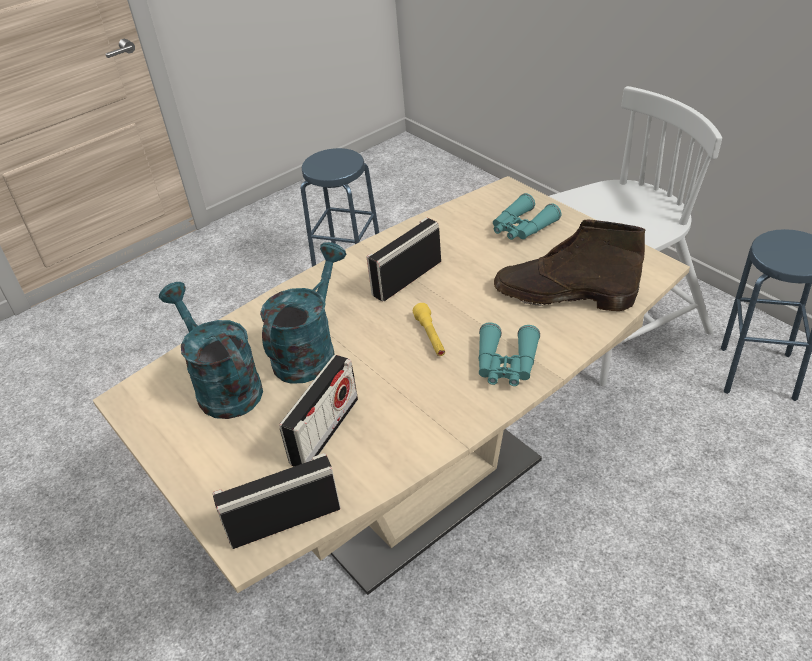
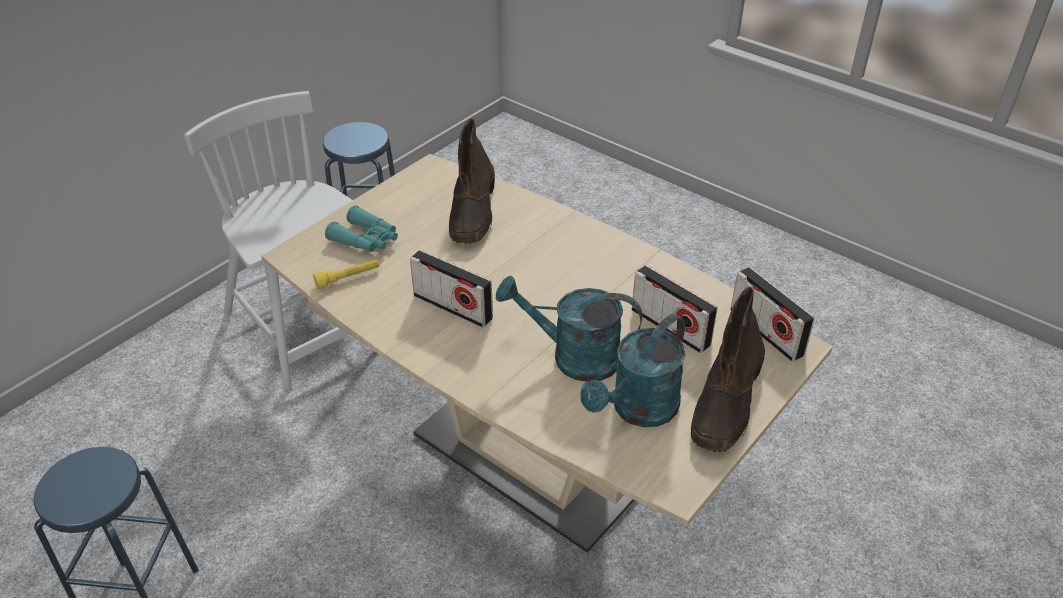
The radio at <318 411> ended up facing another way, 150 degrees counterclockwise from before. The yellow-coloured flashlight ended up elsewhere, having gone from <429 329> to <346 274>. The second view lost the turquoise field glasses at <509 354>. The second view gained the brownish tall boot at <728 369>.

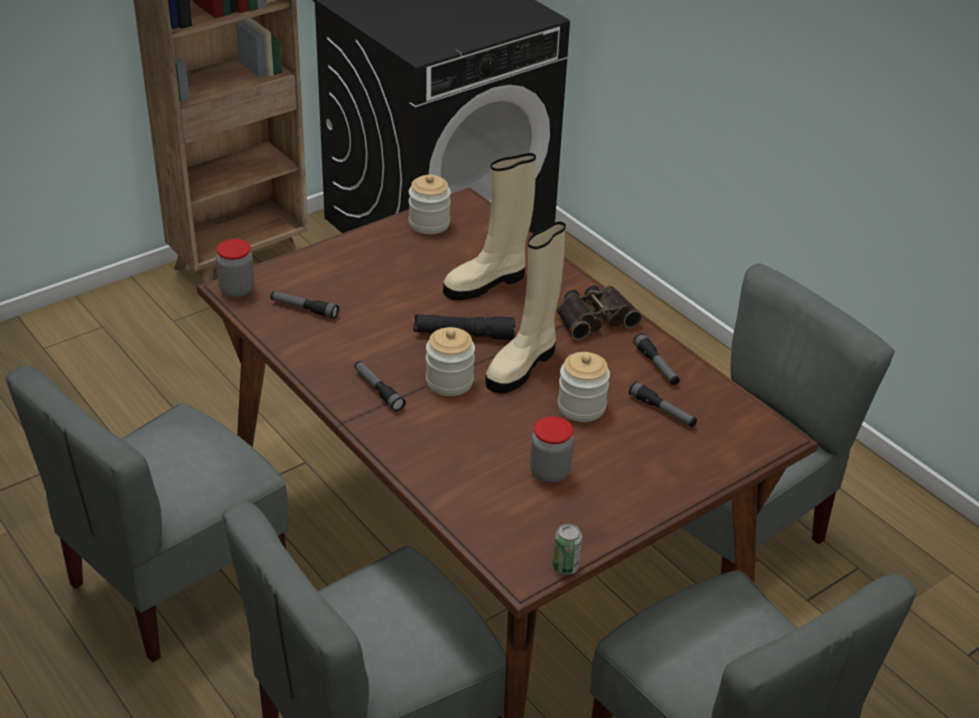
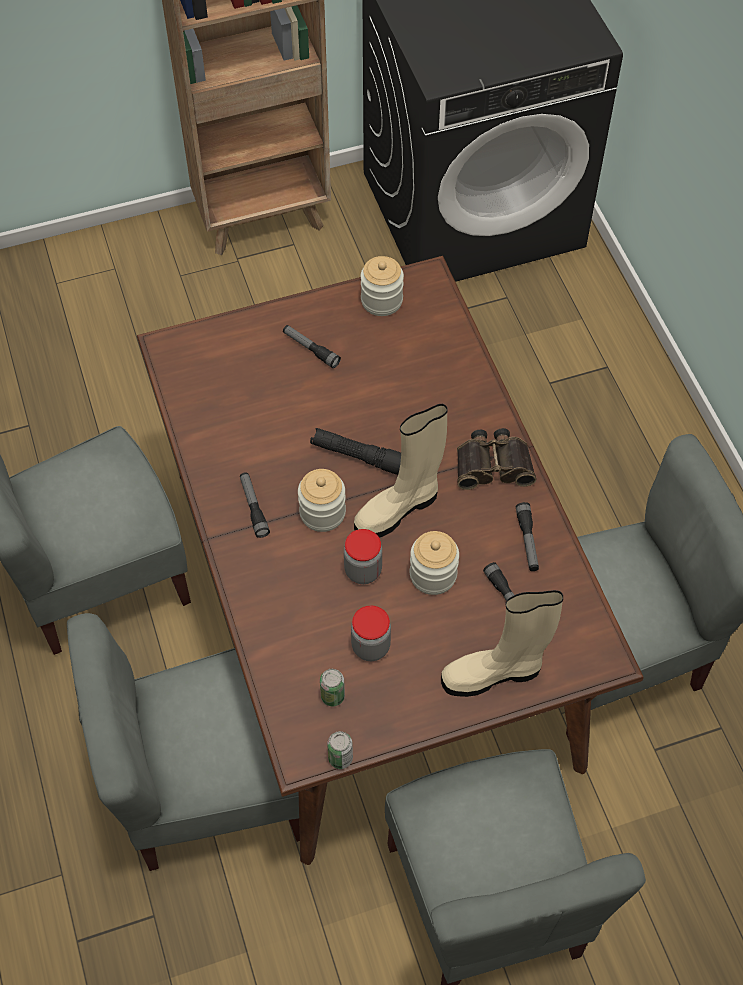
The storage jar ended up elsewhere, having gone from <235 268> to <363 556>. The flashlight ended up elsewhere, having gone from <305 305> to <312 346>. The beige-coloured tall boot ended up elsewhere, having gone from <489 226> to <502 643>. The second view gained the can at <332 687>.

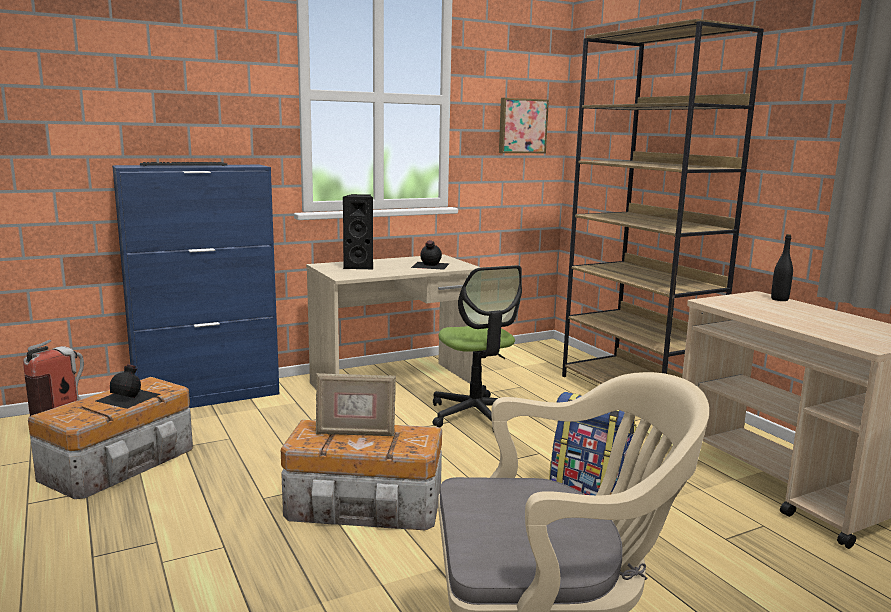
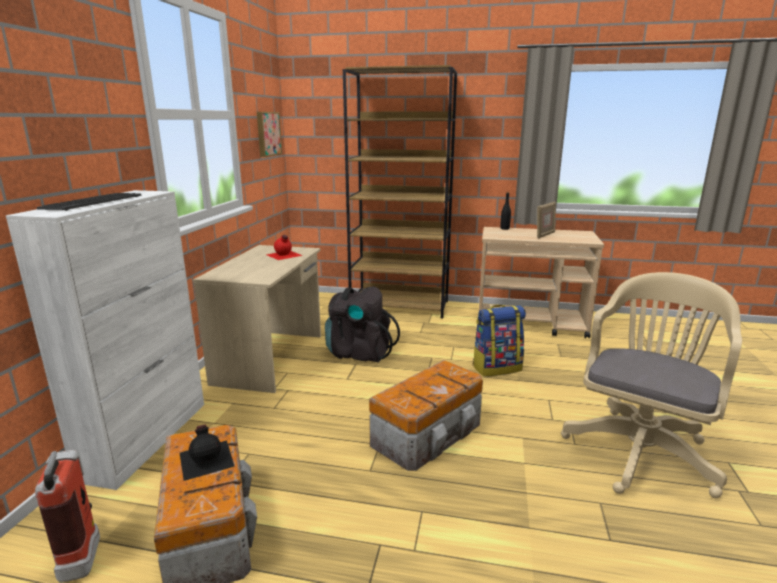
What was the blue storage cabinet at <195 286> turned into the white storage cabinet at <104 340>. The photo frame ended up elsewhere, having gone from <356 404> to <546 220>. The second view lost the black loudspeaker at <358 231>. What was the black drink bottle at <430 255> turned into the reddish drink bottle at <284 247>. Where the computer chair stood at <477 349>, the black rucksack came to stand at <362 324>.

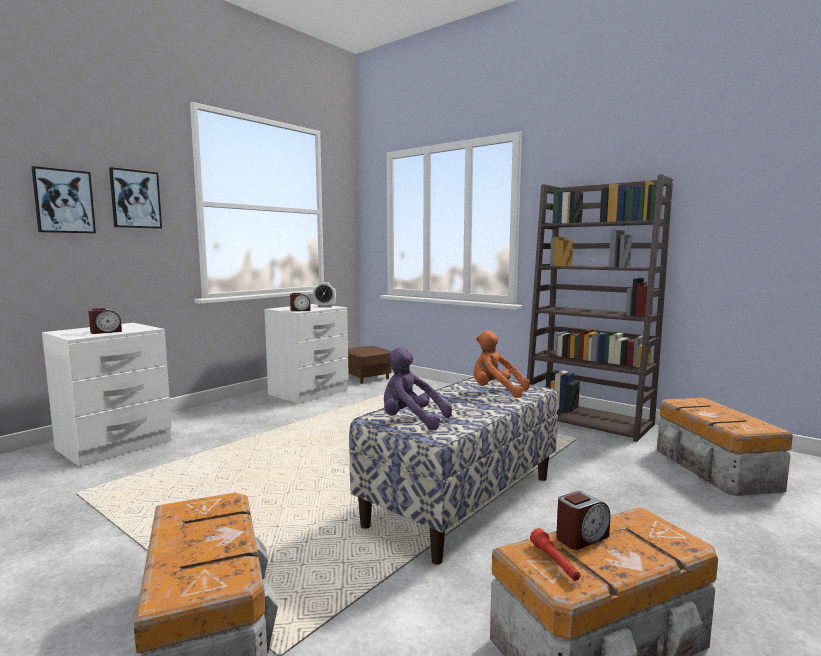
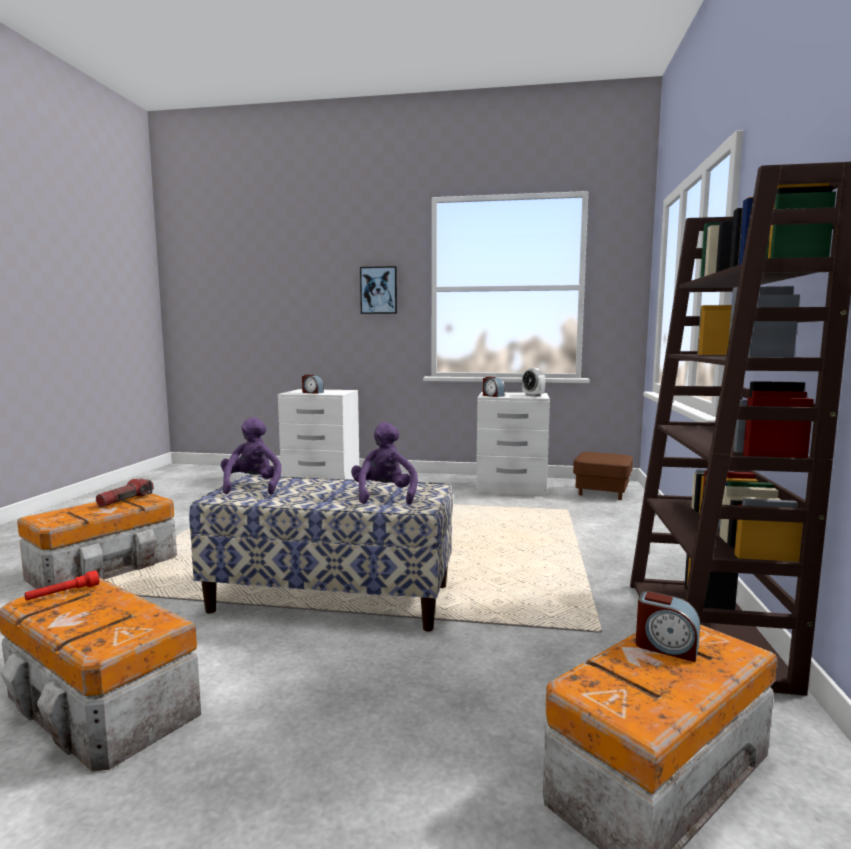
The second view lost the wall picture at <63 199>. What was the orange-coloured plush toy at <501 364> turned into the purple plush toy at <384 463>. The table clock ended up elsewhere, having gone from <583 520> to <668 626>. The second view gained the flashlight at <125 493>.

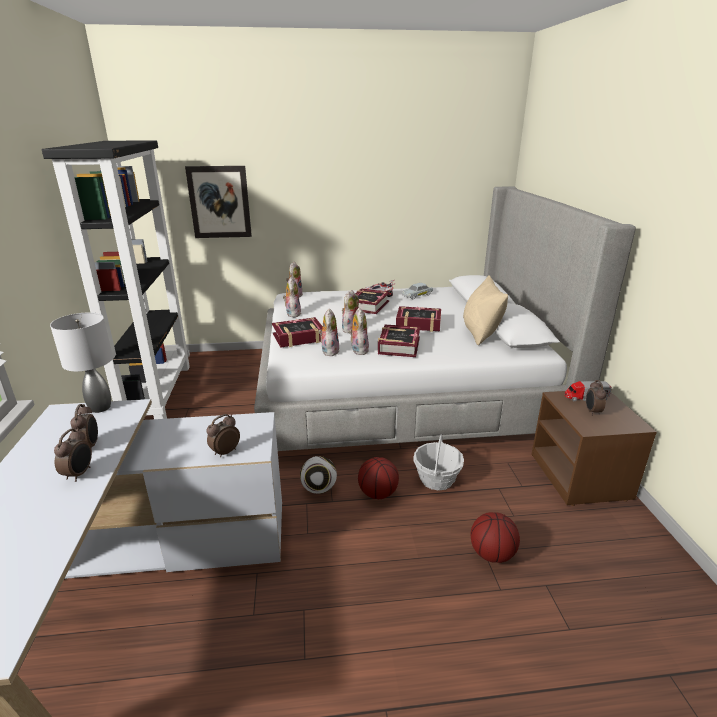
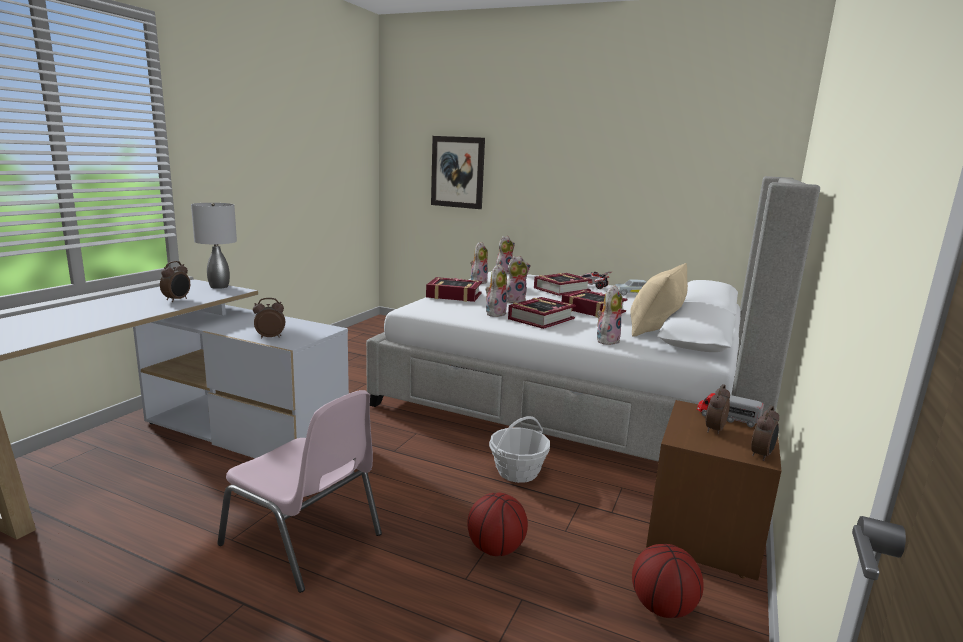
The second view lost the black bookcase at <115 279>. The table clock ended up elsewhere, having gone from <73 455> to <765 433>. The second view lost the football ball at <318 475>. The plush toy ended up elsewhere, having gone from <329 332> to <609 315>. The ball for basketball ended up elsewhere, having gone from <378 478> to <668 581>. The second view gained the pink-coloured upright chair at <299 491>.

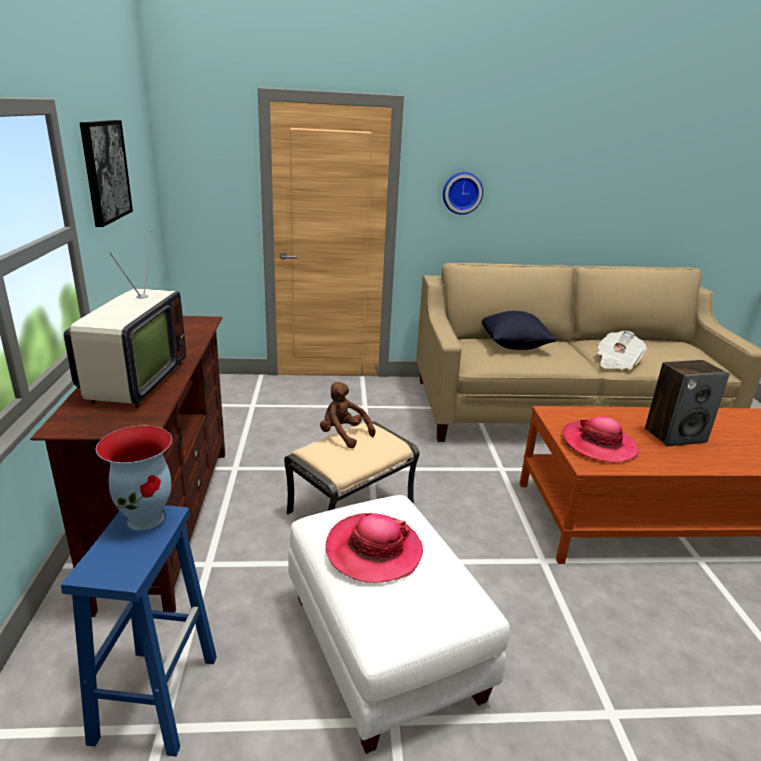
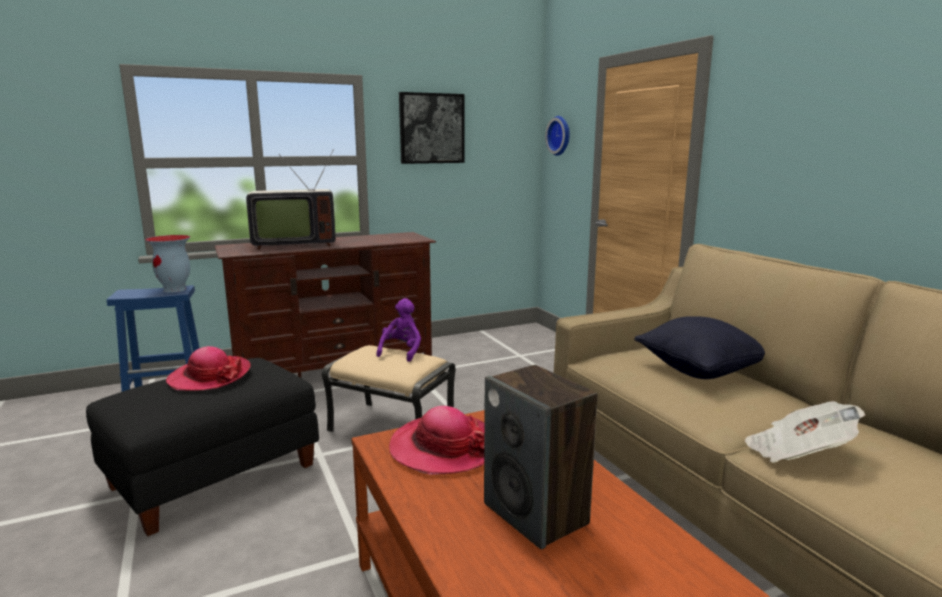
What was the white footrest at <399 624> turned into the black footrest at <202 447>. What was the brownish plush toy at <348 415> turned into the purple plush toy at <398 330>. The wall clock ended up elsewhere, having gone from <463 193> to <557 136>.

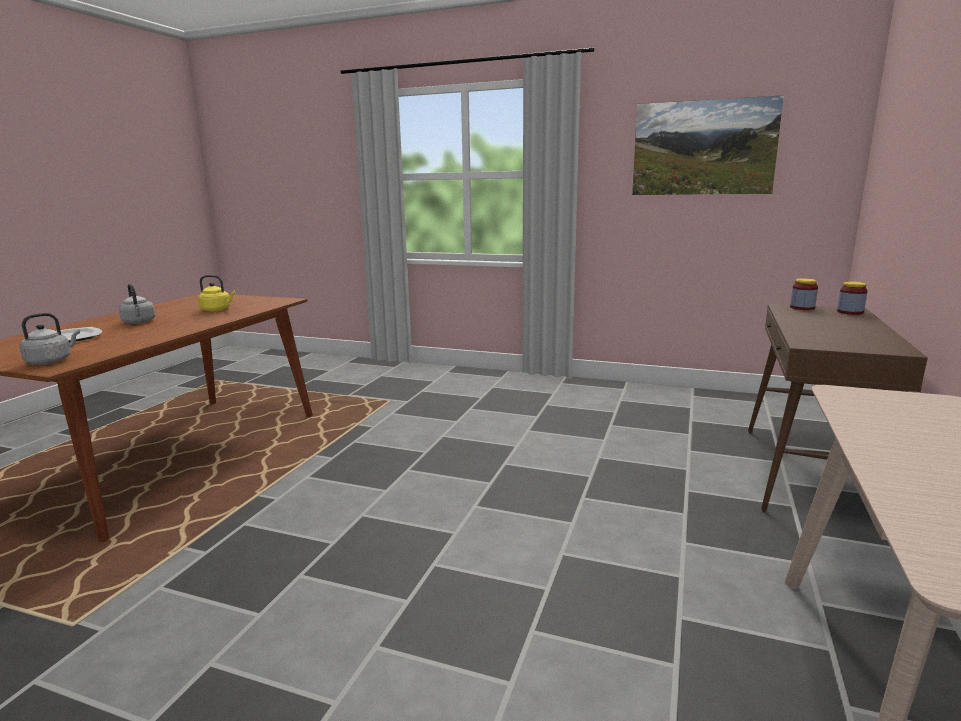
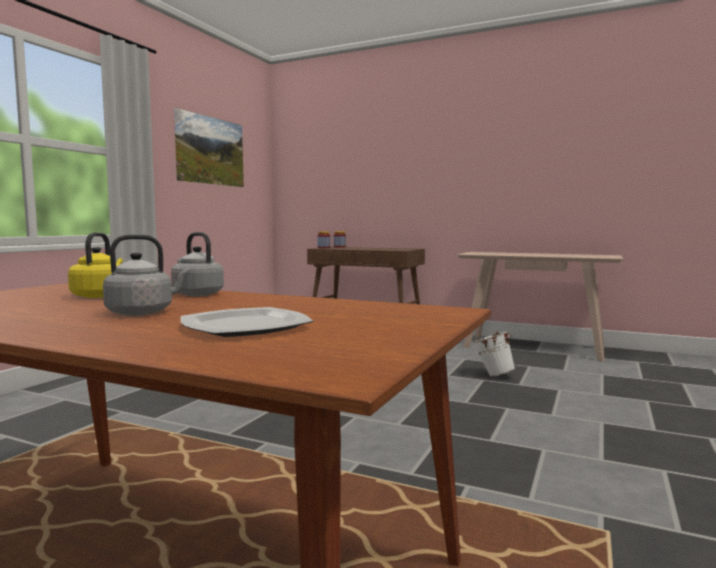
The gray kettle ended up elsewhere, having gone from <49 339> to <197 264>. The second view gained the white bucket at <493 354>.

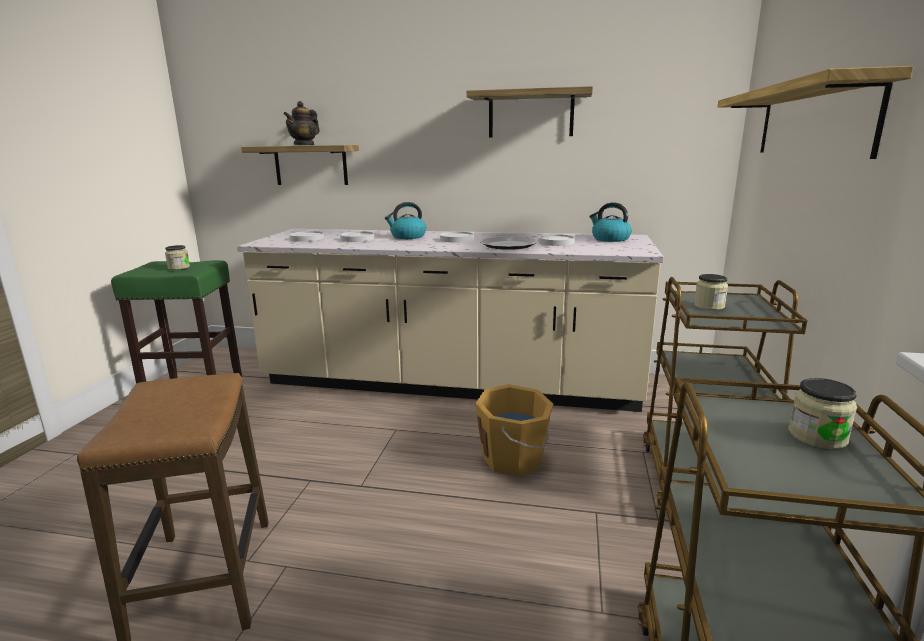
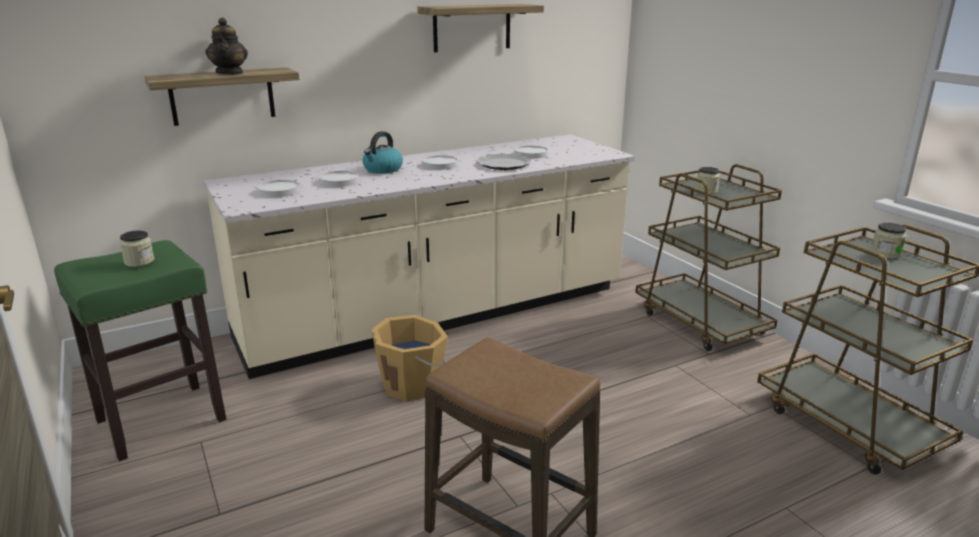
The orange-coloured bucket ended up elsewhere, having gone from <514 430> to <409 358>. The second view lost the kettle at <610 222>. The second view lost the bracket shelf at <815 112>.

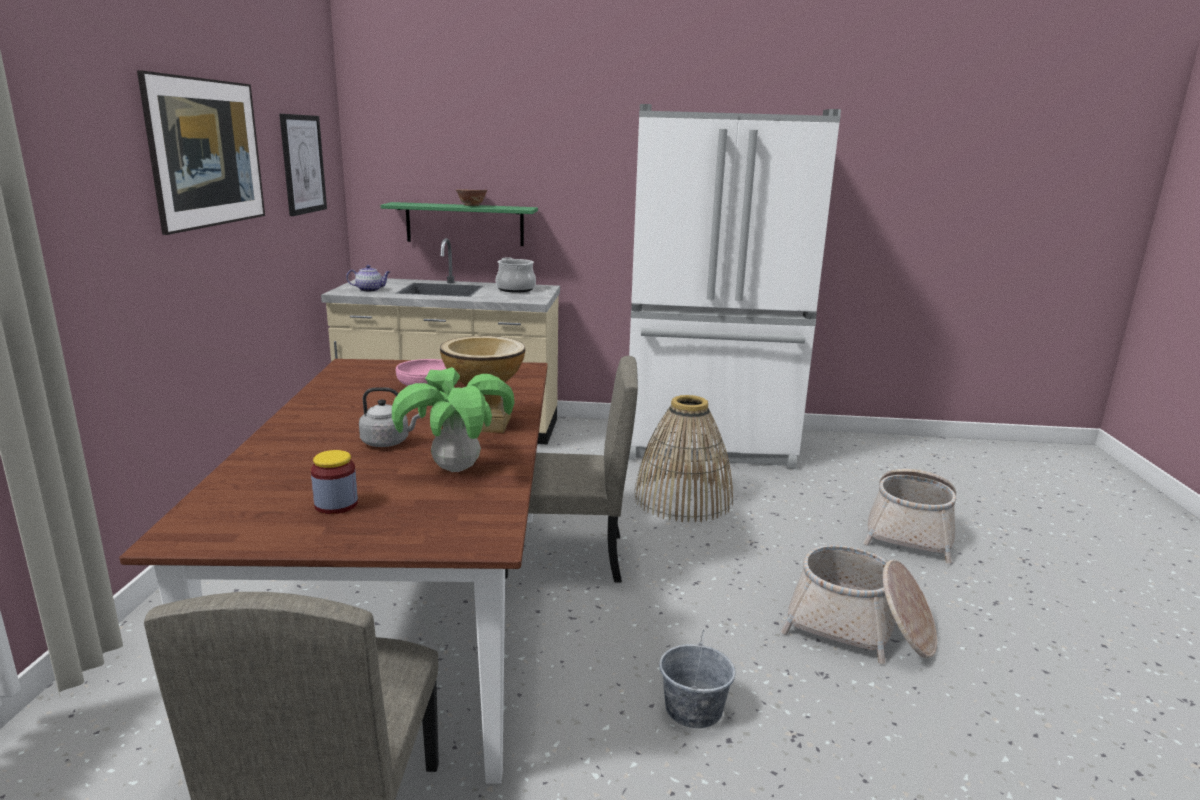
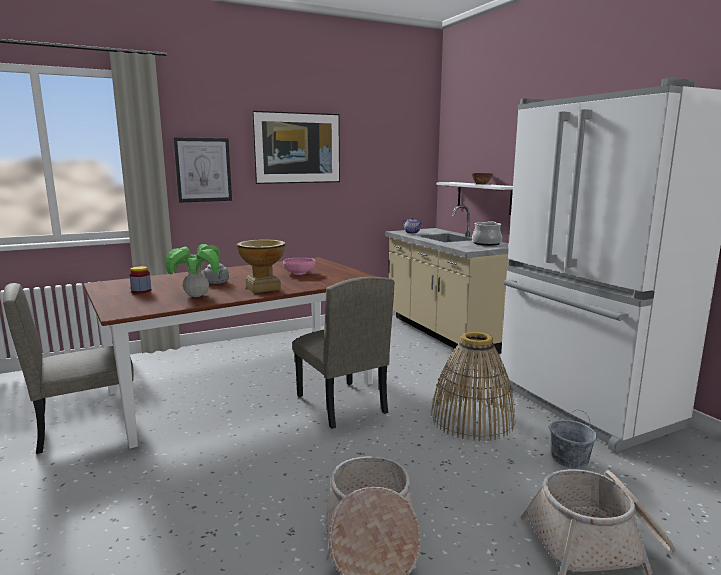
The wall picture ended up elsewhere, having gone from <303 165> to <202 170>. What was the green-coloured bracket shelf at <459 224> turned into the white bracket shelf at <474 198>. The gray bucket ended up elsewhere, having gone from <697 678> to <573 439>.

